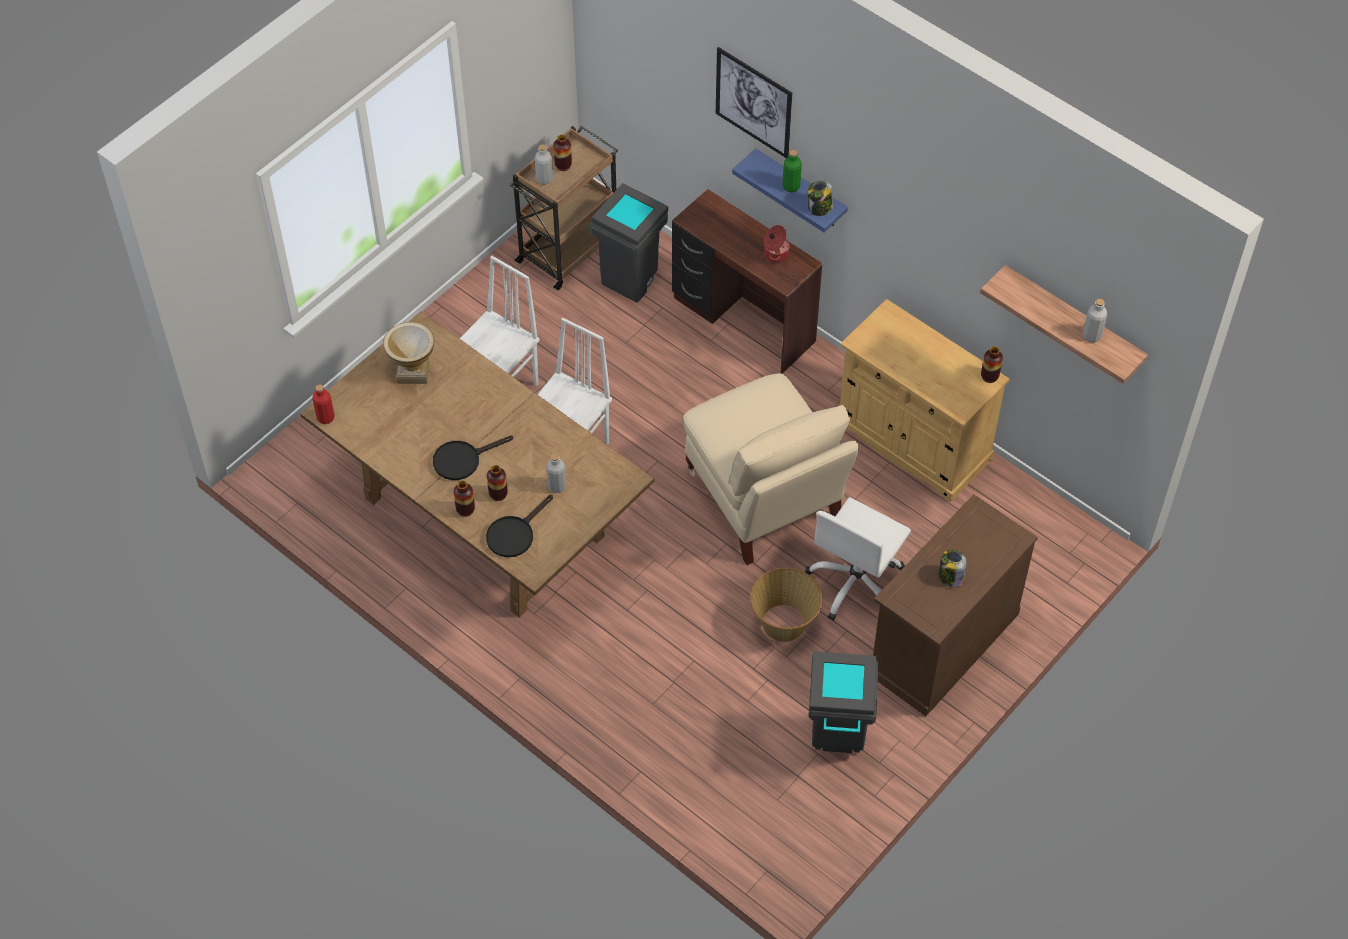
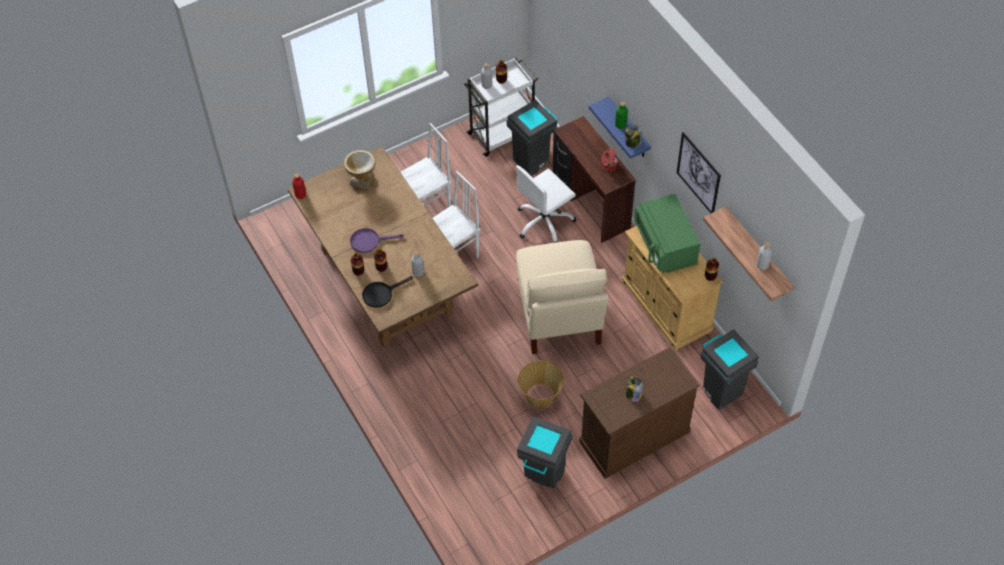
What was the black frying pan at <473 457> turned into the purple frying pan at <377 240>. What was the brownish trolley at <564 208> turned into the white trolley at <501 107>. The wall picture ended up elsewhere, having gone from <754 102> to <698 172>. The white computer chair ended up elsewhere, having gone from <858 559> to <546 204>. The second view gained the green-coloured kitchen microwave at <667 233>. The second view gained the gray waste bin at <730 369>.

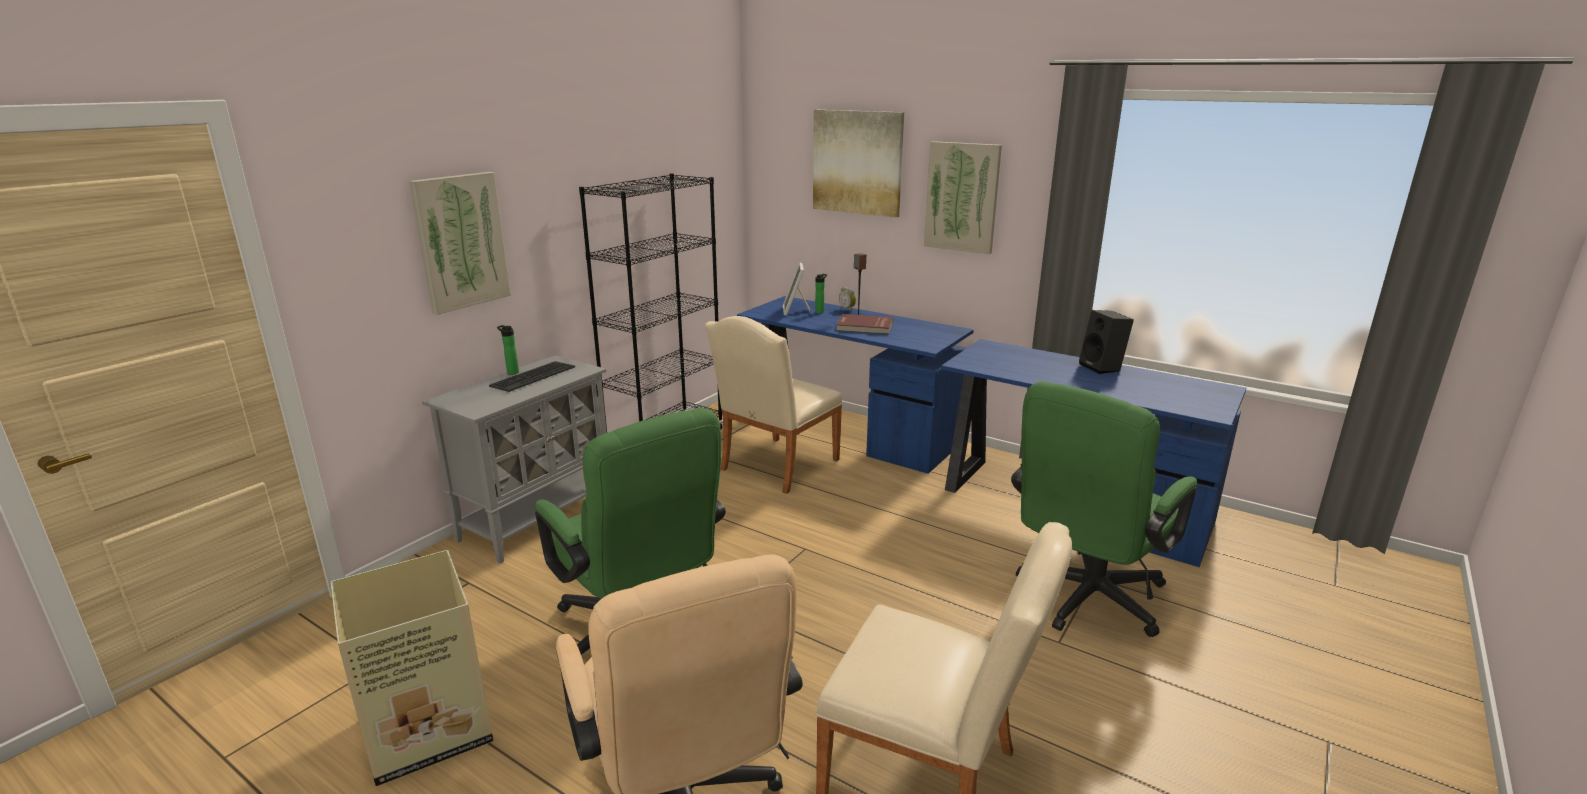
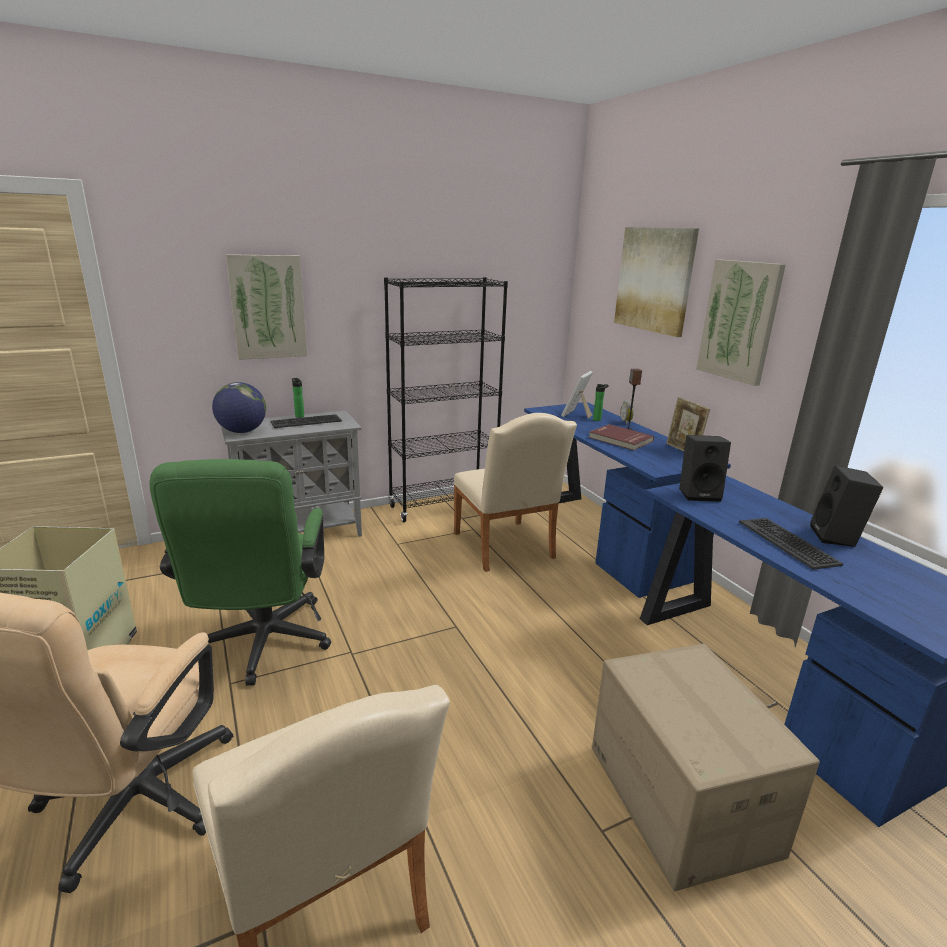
The beige-coloured upright chair at <774 405> ended up facing another way, 90 degrees counterclockwise from before. Where the green-coloured computer chair stood at <1104 509>, the carton came to stand at <706 767>. The second view gained the globe at <239 407>. The second view gained the photo frame at <688 424>. The second view gained the black loudspeaker at <705 468>. The second view gained the keyboard at <791 544>.

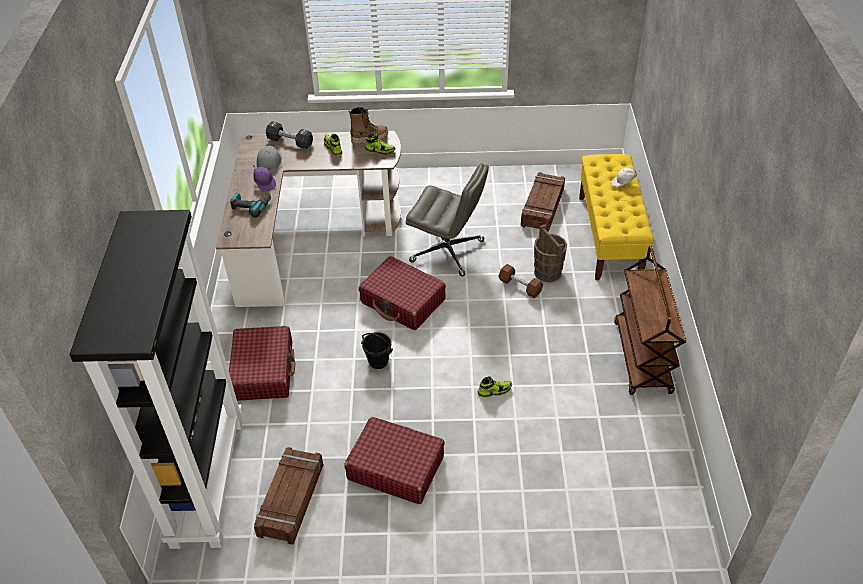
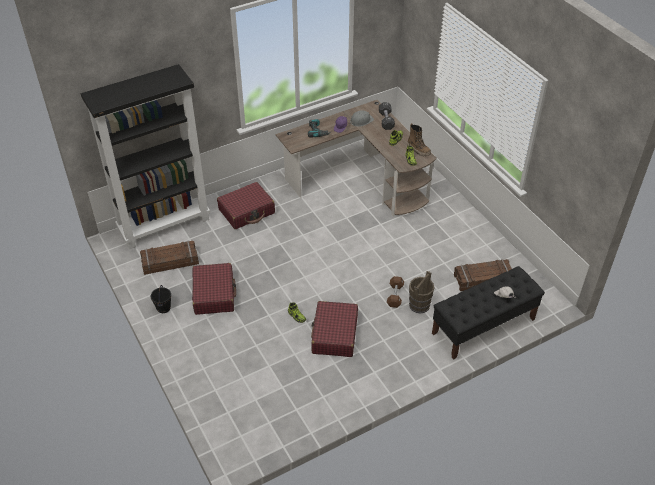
The reddish suitcase ended up elsewhere, having gone from <402 293> to <334 329>. The black bucket ended up elsewhere, having gone from <377 350> to <161 299>. The second view lost the gray computer chair at <447 220>. What was the yellow-coloured indoor bench at <616 217> turned into the black indoor bench at <488 313>. The second view lost the brownish trolley at <650 320>.

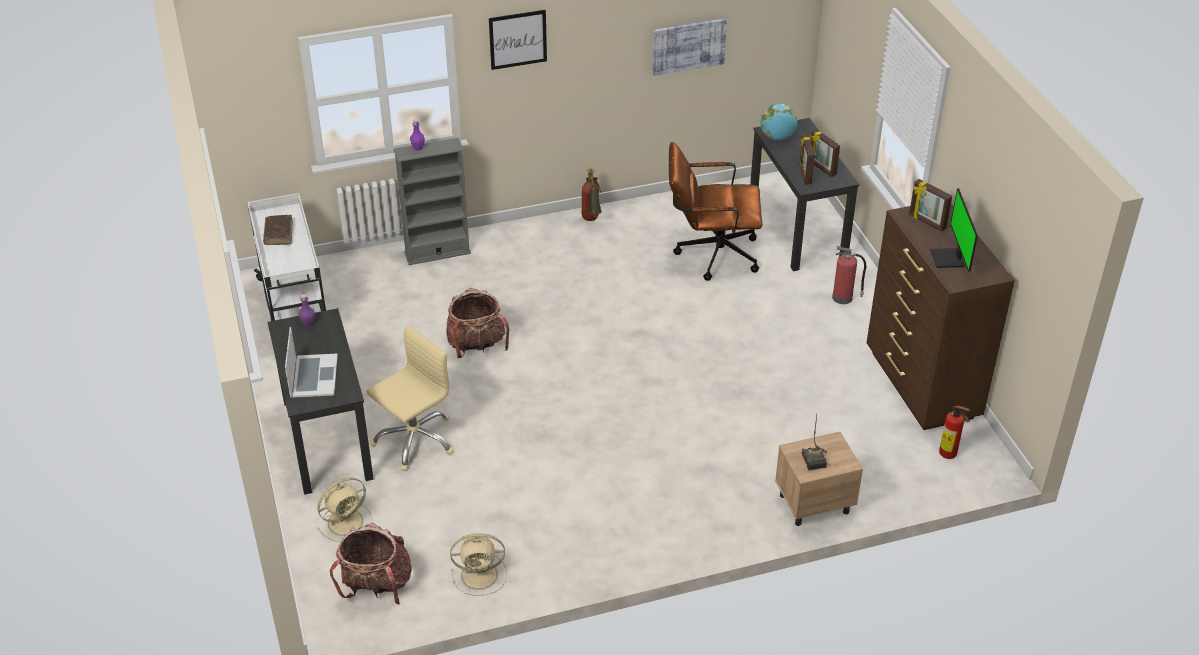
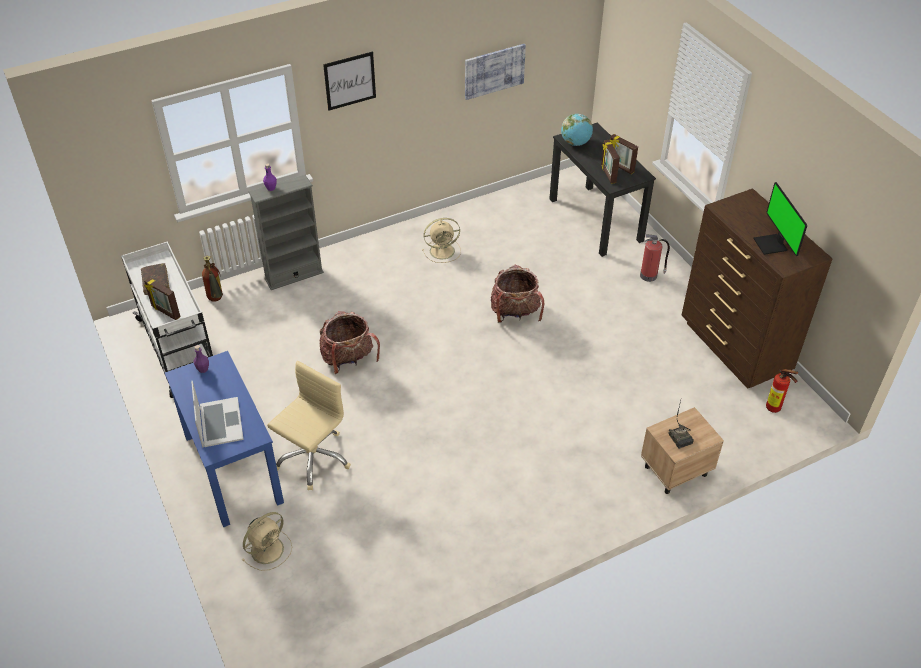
What was the black desk table at <321 401> turned into the blue desk table at <224 439>. The rucksack ended up elsewhere, having gone from <371 563> to <517 294>. The beige-coloured cooling fan ended up elsewhere, having gone from <478 564> to <441 240>. The extinguisher ended up elsewhere, having gone from <592 194> to <212 279>. The second view lost the brownish computer chair at <715 211>. The photo frame ended up elsewhere, having gone from <930 205> to <162 298>.

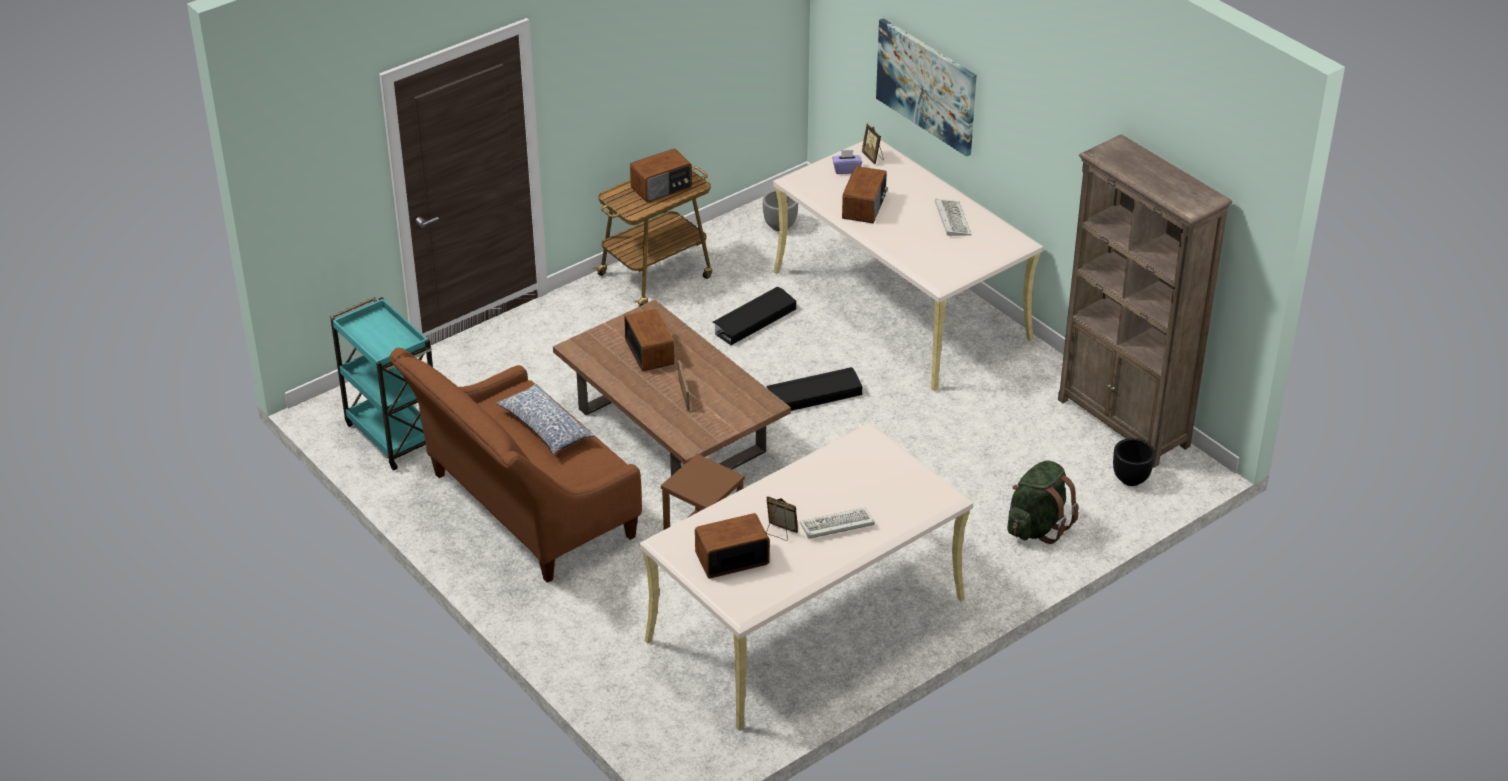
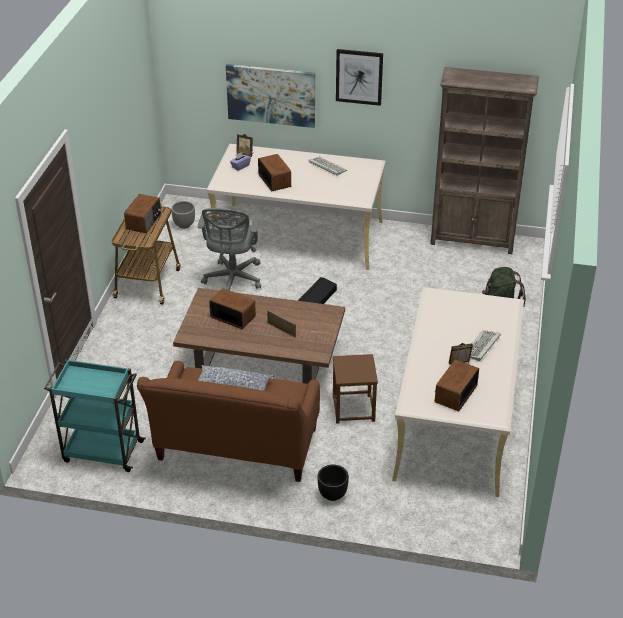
Where the black storage box stood at <754 316>, the gray computer chair came to stand at <229 249>. The black plant pot ended up elsewhere, having gone from <1134 462> to <333 483>. The second view gained the wall picture at <359 77>.

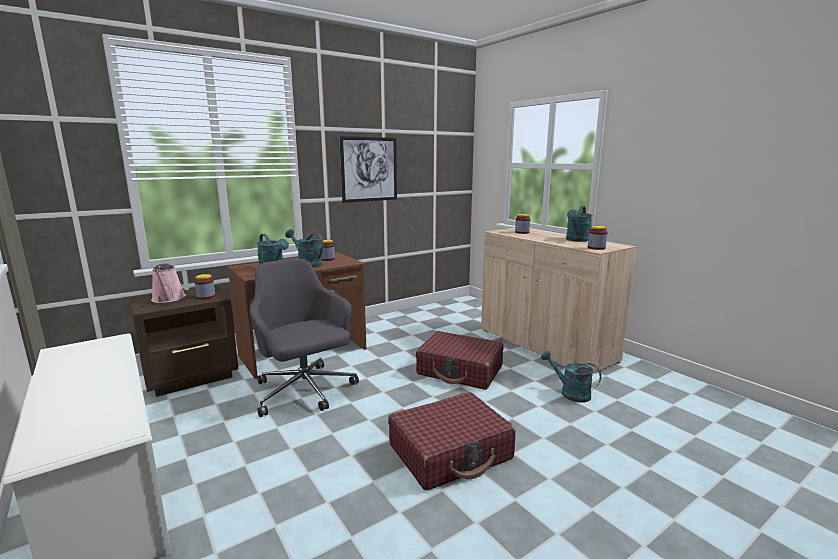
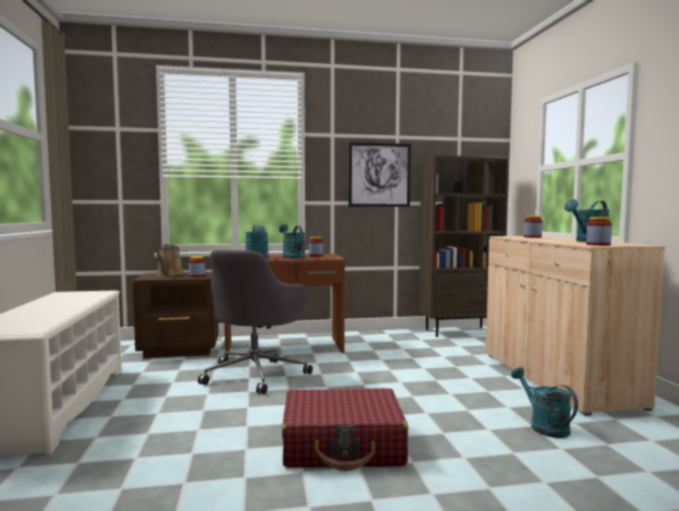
What was the pink-coloured watering pot at <168 283> turned into the brownish watering pot at <168 260>. The gray computer chair at <304 338> ended up facing another way, 150 degrees counterclockwise from before. The second view lost the reddish suitcase at <460 360>. The second view gained the brownish bookcase at <464 246>.

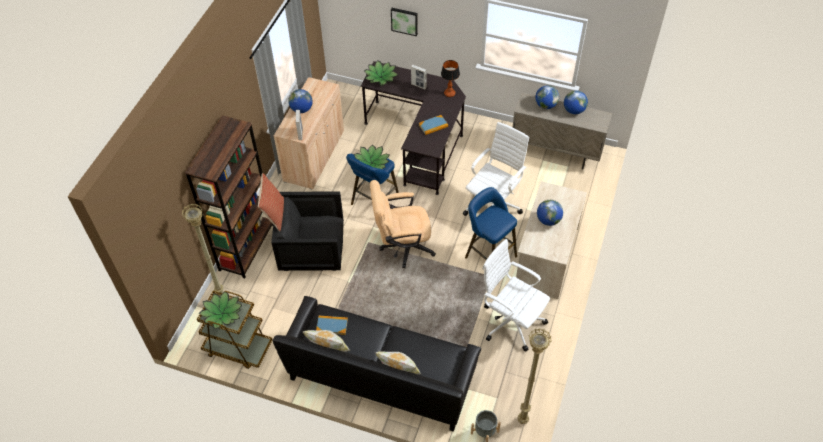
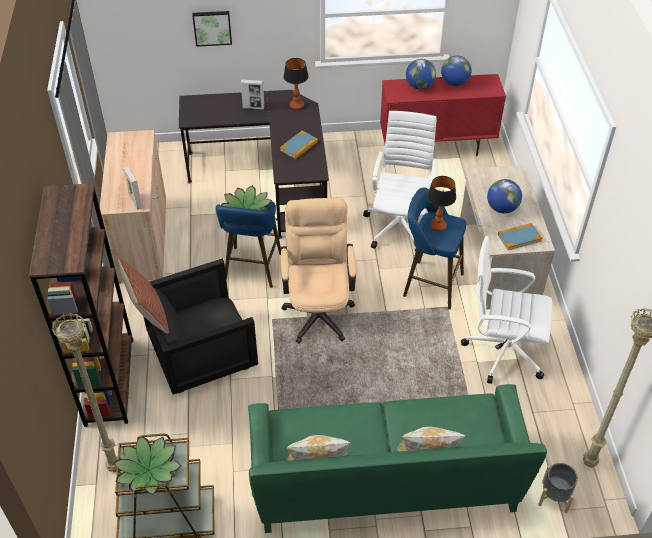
What was the black sofa at <377 364> turned into the green-coloured sofa at <397 458>. The second view lost the globe at <300 101>. The volume ended up elsewhere, having gone from <332 325> to <520 236>. The second view lost the potted plant at <381 73>. The beige-coloured computer chair at <403 224> ended up facing another way, 120 degrees clockwise from before. What was the beige-coloured storage cabinet at <562 131> turned into the reddish storage cabinet at <443 115>. The second view gained the lamp for a table at <441 203>.

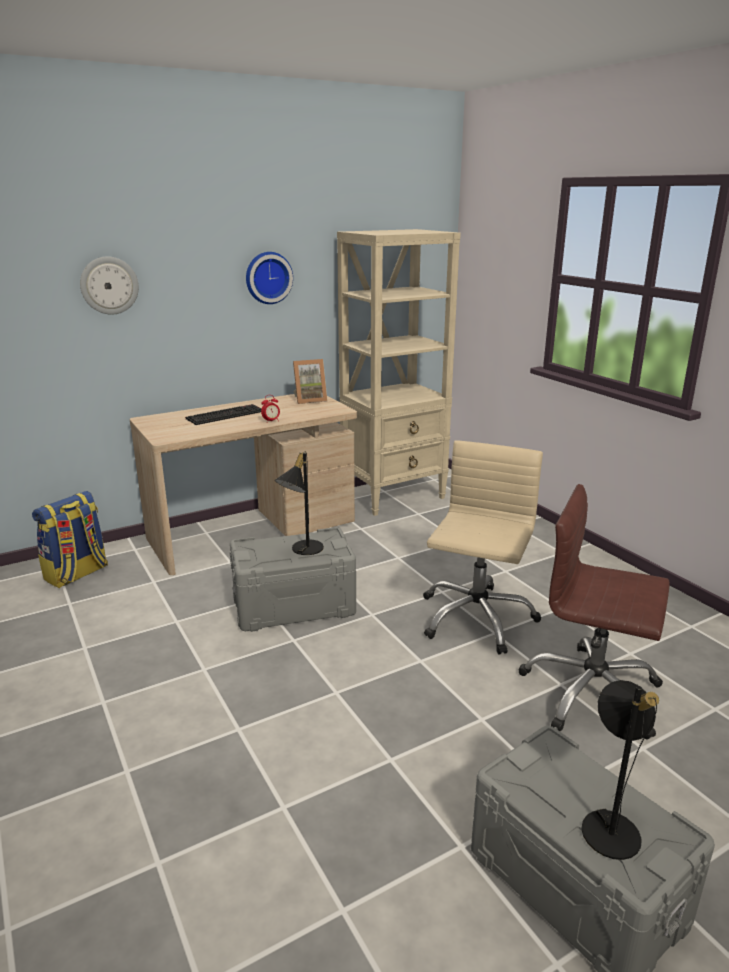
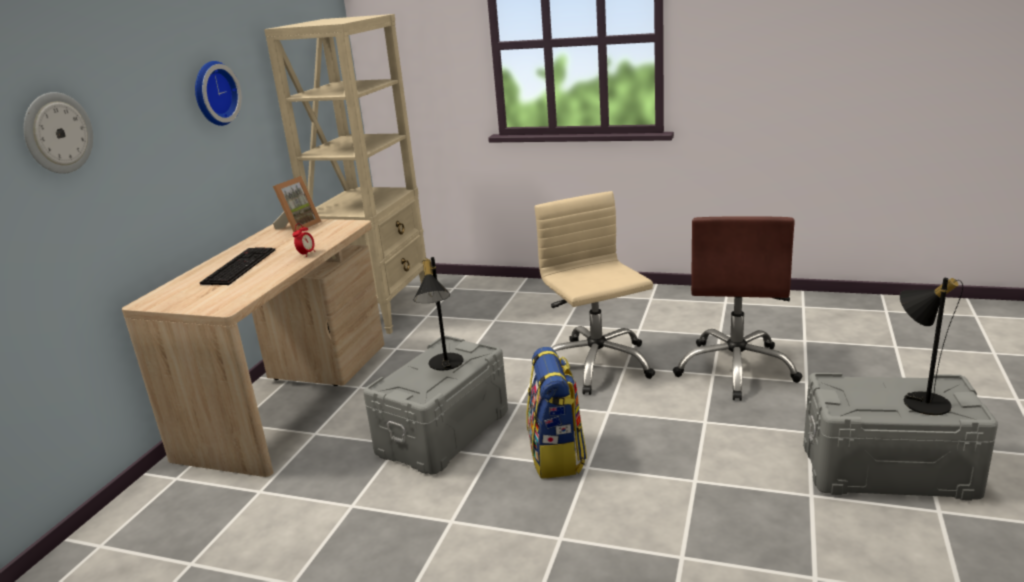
The rucksack ended up elsewhere, having gone from <70 539> to <556 413>. The brownish computer chair at <594 611> ended up facing another way, 60 degrees counterclockwise from before.

